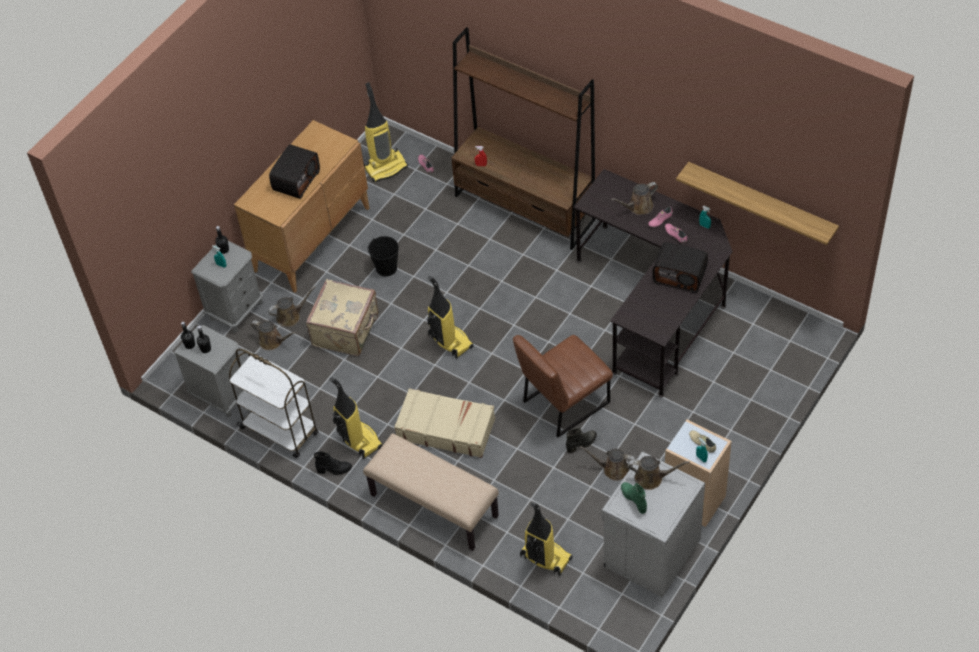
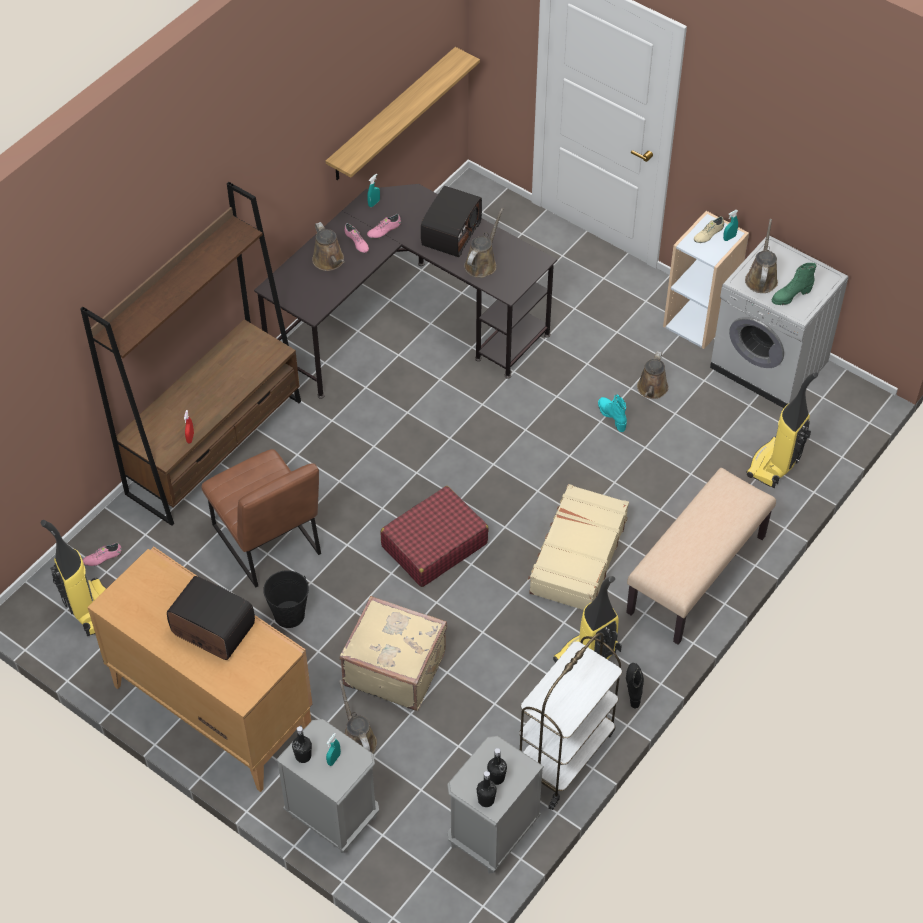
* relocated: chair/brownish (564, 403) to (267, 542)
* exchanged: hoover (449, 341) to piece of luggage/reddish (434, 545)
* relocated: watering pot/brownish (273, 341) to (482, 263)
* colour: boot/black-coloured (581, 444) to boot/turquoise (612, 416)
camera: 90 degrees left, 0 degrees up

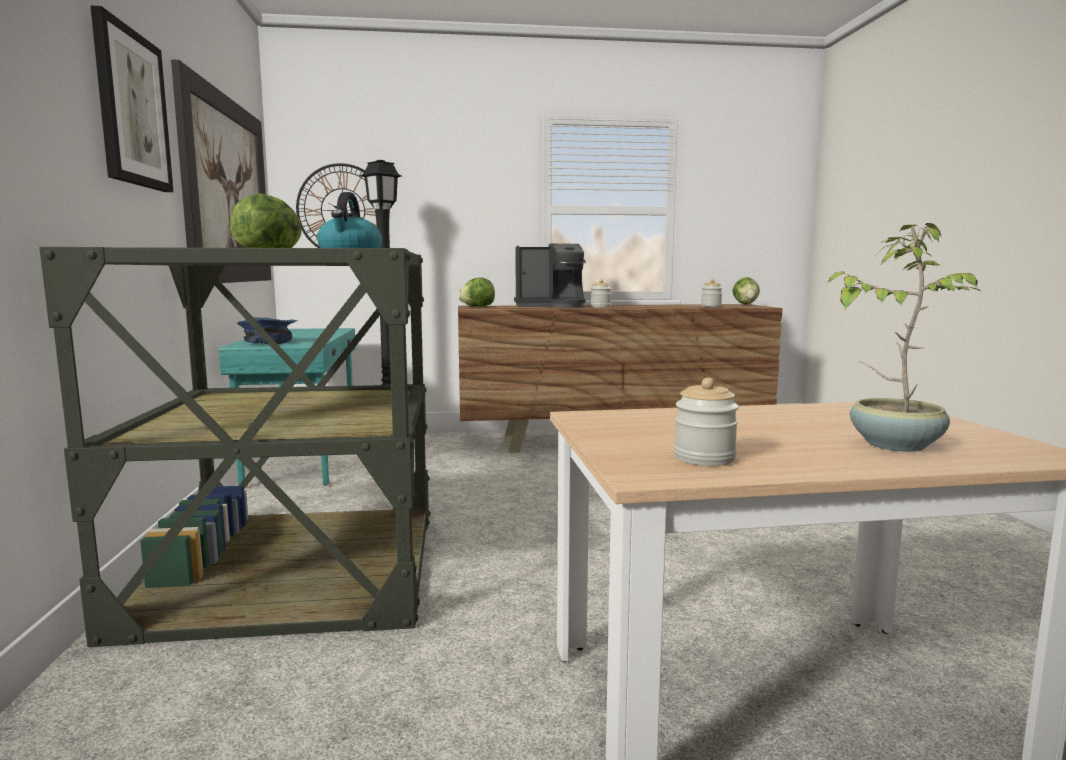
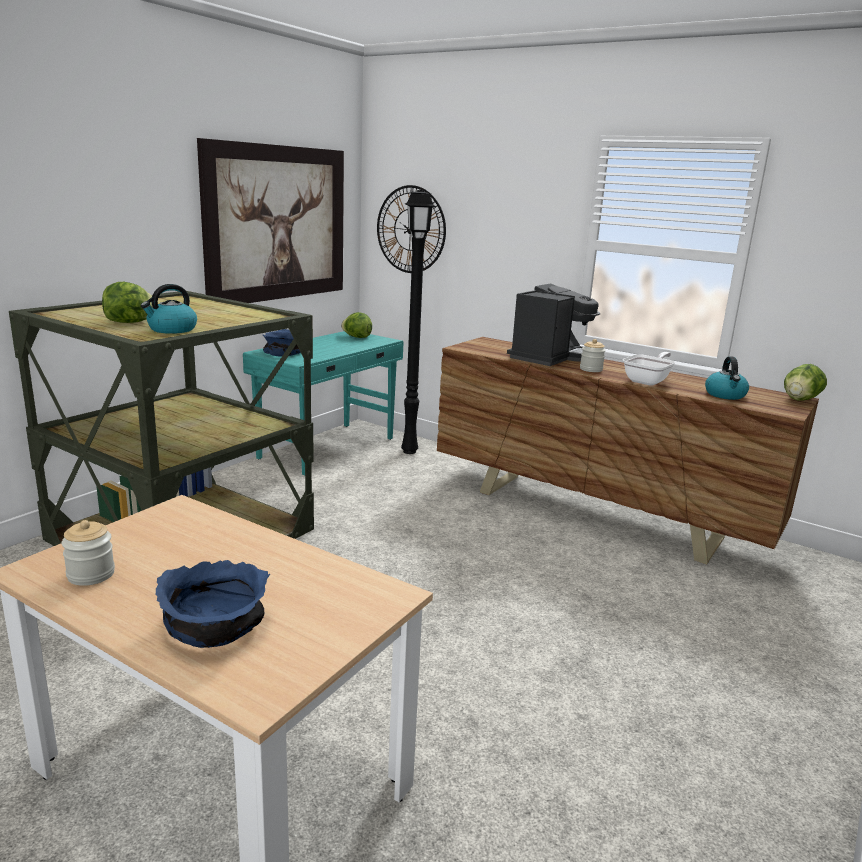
* exchanged: potted plant (893, 444) to bowl/bluish (216, 626)
* relocated: lettuce (477, 306) to (357, 337)
* spun: coffee machine (551, 306) = (550, 357) 90 degrees counterclockwise
* appeared: frying pan (648, 381)
* exchanged: storage jar (711, 306) to tea kettle (725, 395)
* missing: wall art (131, 109)
camera: 40 degrees right, 10 degrees up

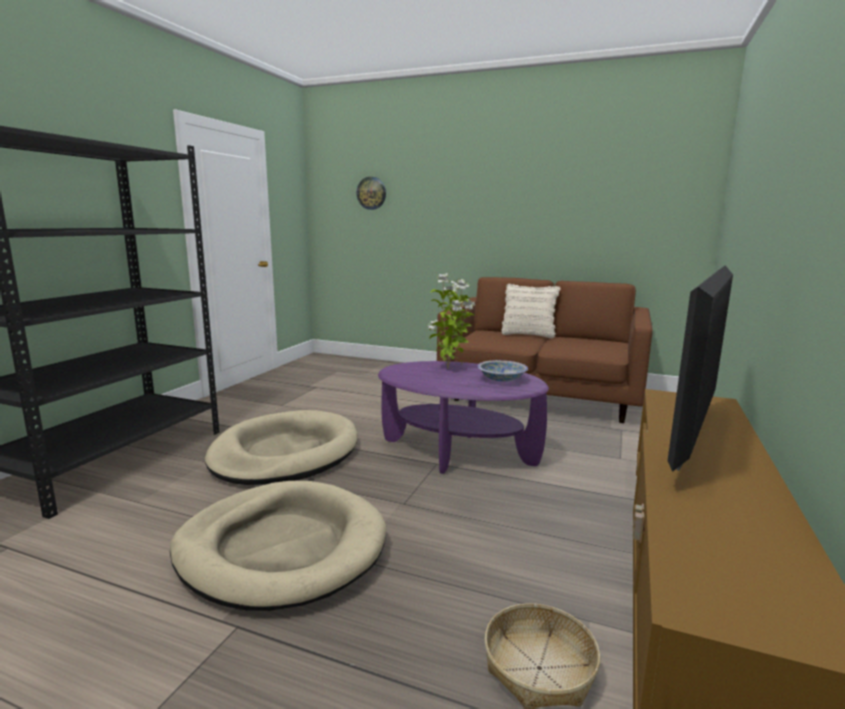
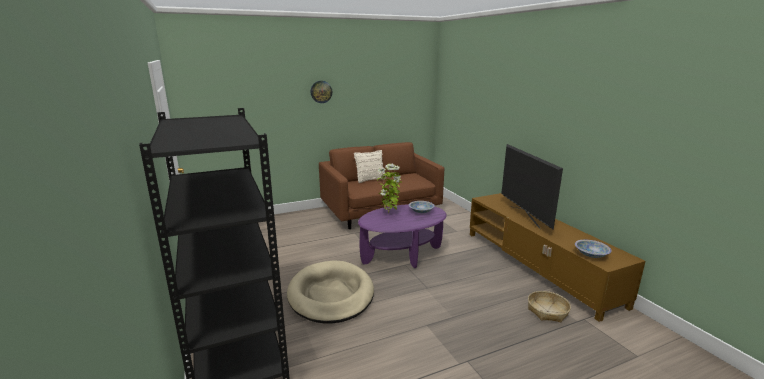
* relocated: wall clock (371, 193) to (321, 91)
* appeared: bowl (591, 254)
* missing: dog bed/sand-coloured (281, 548)
camera: 45 degrees left, 5 degrees up

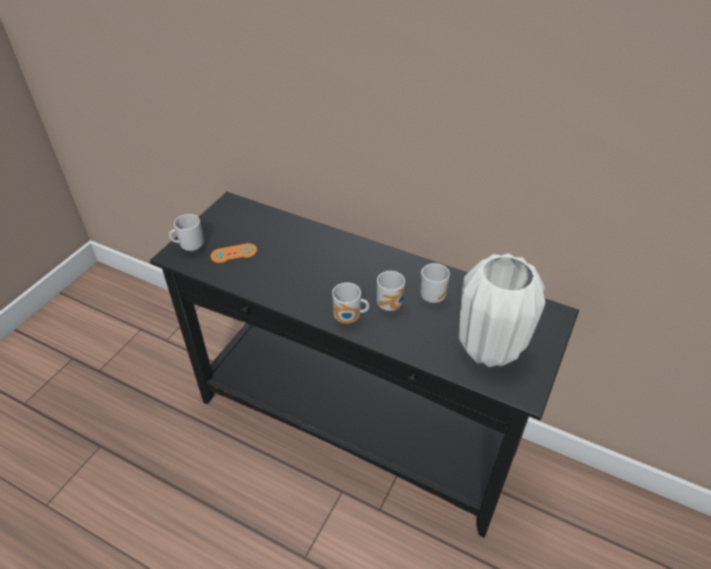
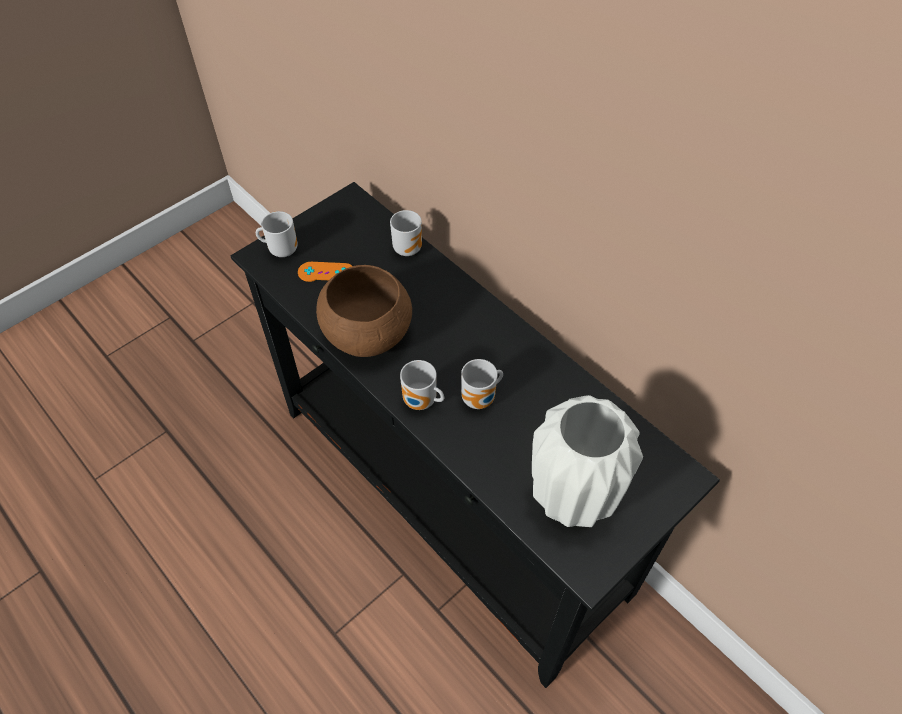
* appeared: bowl/brownish (366, 334)
* relocated: mug (432, 296) to (408, 248)
camera: 20 degrees right, 10 degrees up

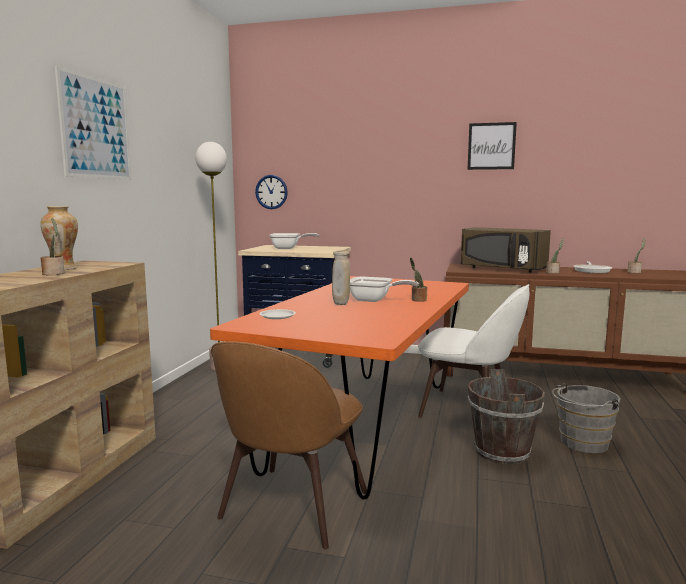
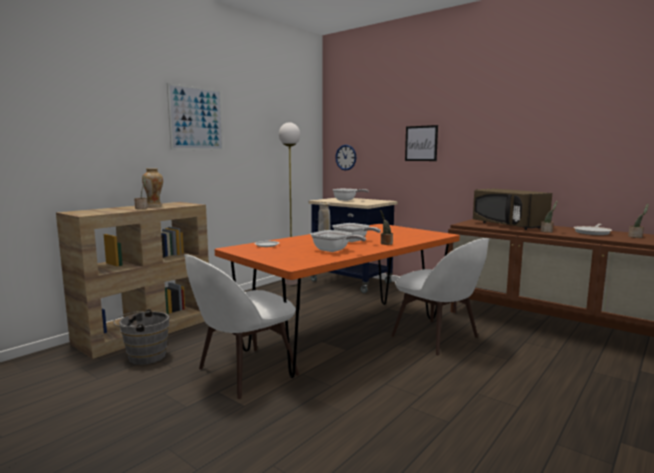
* relocated: water bucket/greyish (581, 443) to (144, 356)
* colour: chair/brownish (291, 508) to chair/white (244, 373)
* appeared: frying pan (334, 250)
* relocated: wall art (491, 146) to (421, 143)
* missing: water bucket/brownish (501, 452)
camera: 25 degrees right, 0 degrees up

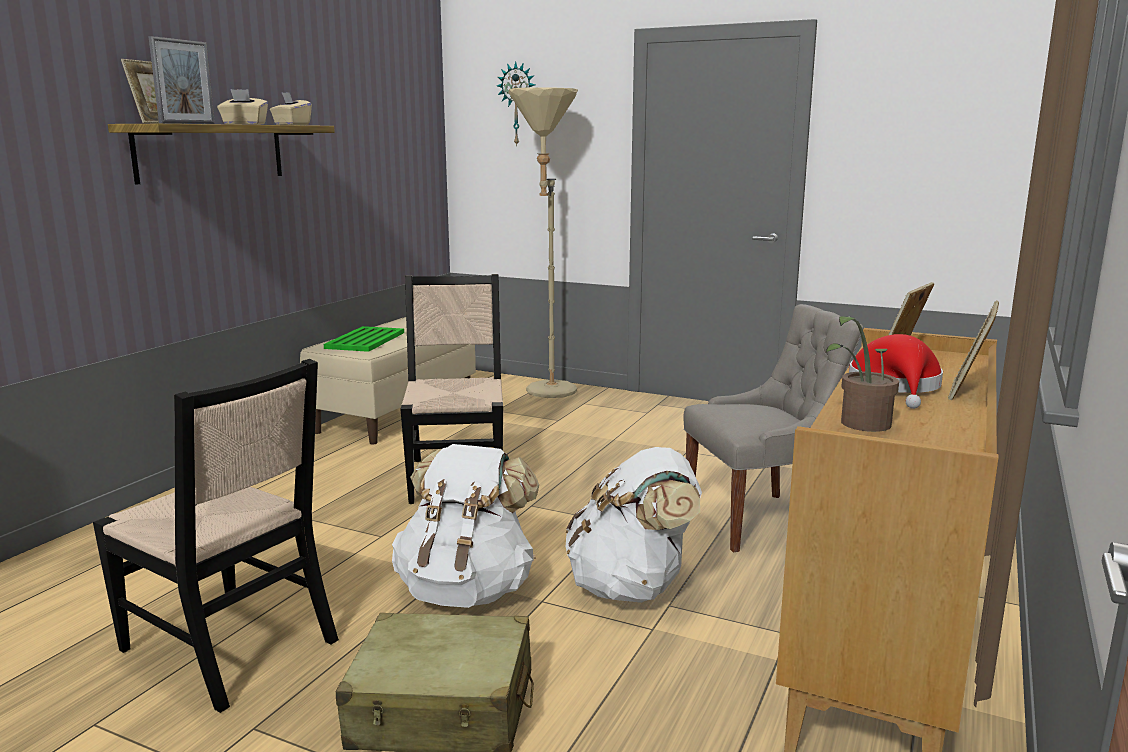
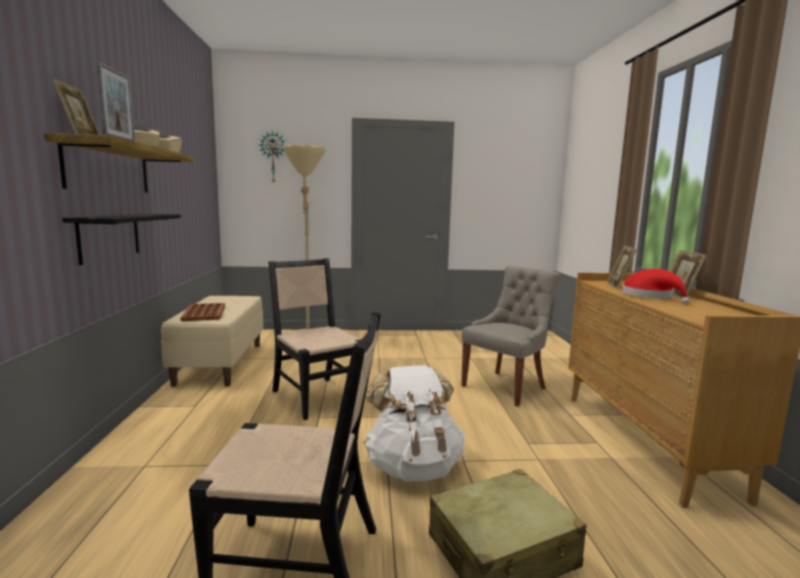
* appeared: bracket shelf/black-coloured (109, 236)
* colour: carrying tray/greenish (366, 340) to carrying tray/brownish (204, 312)
* missing: rucksack/white (632, 587)
* missing: potted plant (860, 425)
camera: 30 degrees left, 5 degrees down

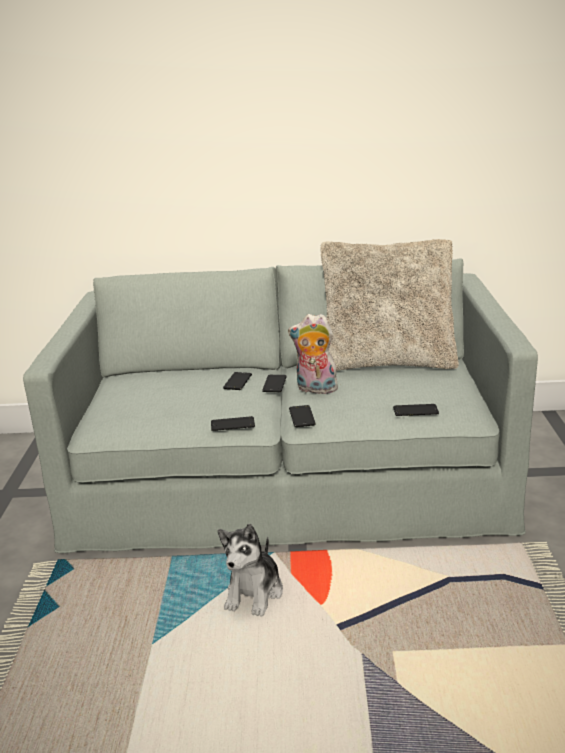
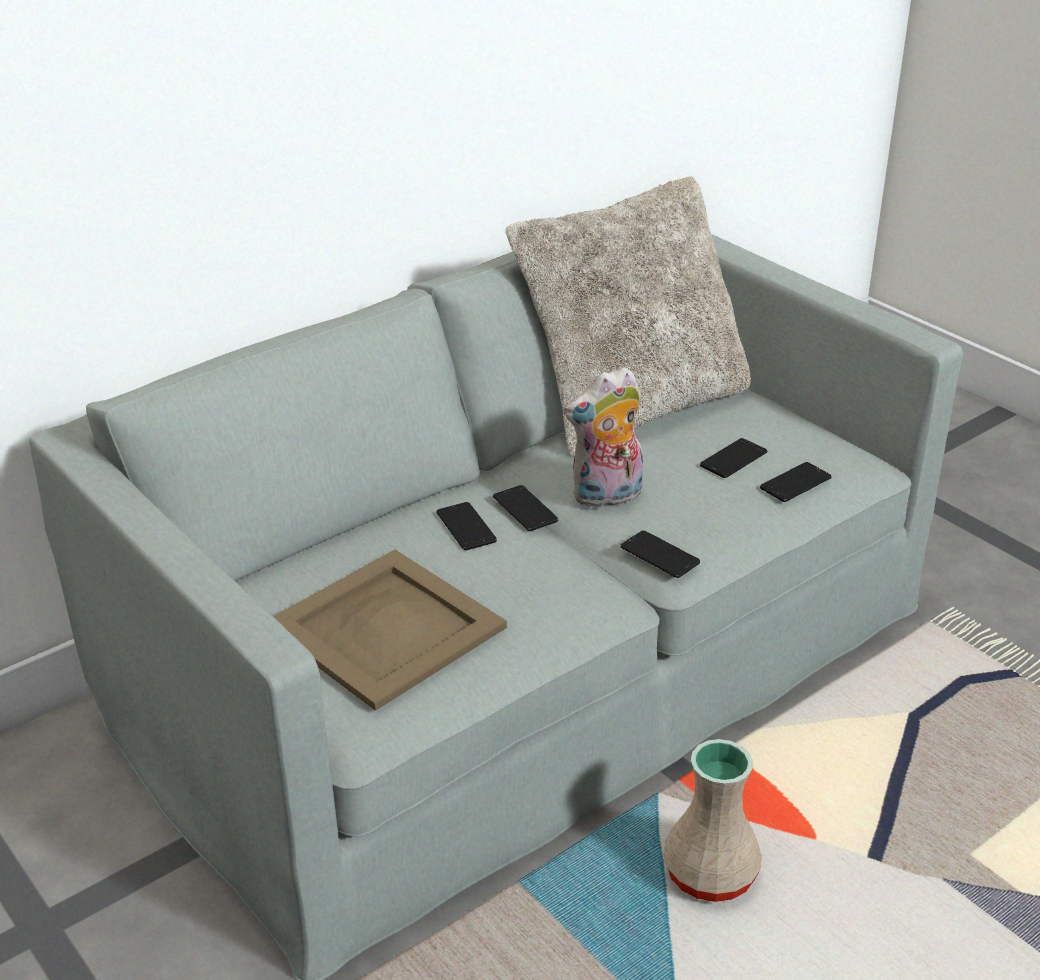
* appeared: carrying tray/sand-coloured (386, 626)
* exchanged: soft toy (254, 593) to decorative vase/sand-coloured (710, 872)
* relocated: phone (232, 424) to (733, 459)
camera: 40 degrees left, 10 degrees up

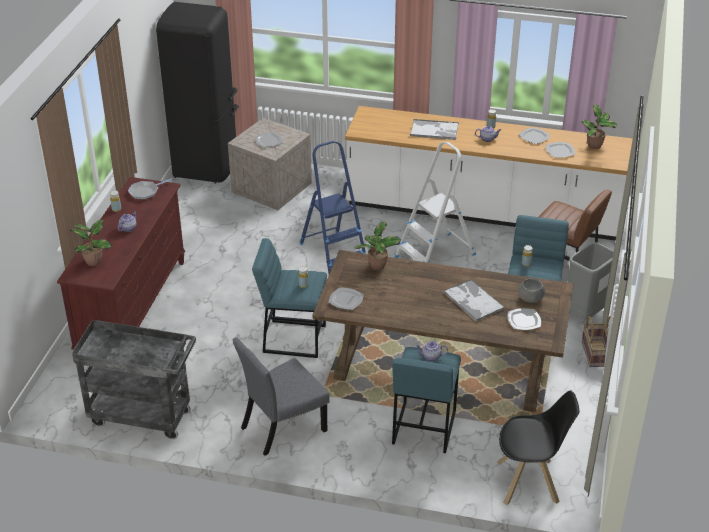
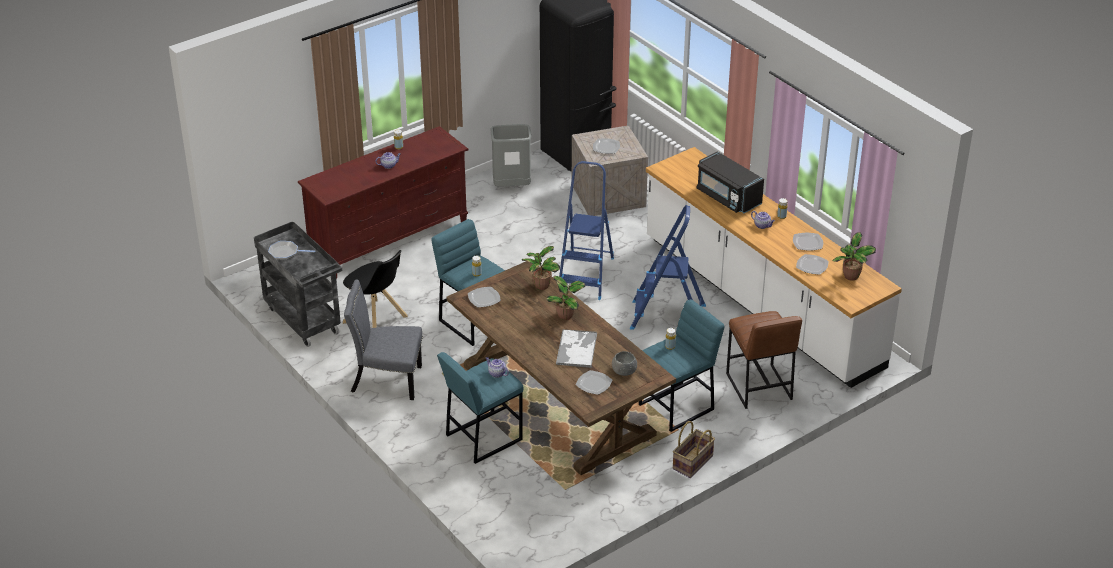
* relocated: frying pan (145, 192) to (285, 253)
* relocated: chair/black-coloured (530, 482) to (376, 320)
* relocated: rubbish bin/greyish (584, 313) to (512, 186)
* relocated: potted plant (94, 261) to (566, 315)
* colour: step stool/white (434, 256) to step stool/bluish (667, 317)
* exchanged: carrying tray (435, 130) to kitchen microwave/black-coloured (727, 197)
camera: 40 degrees right, 0 degrees up

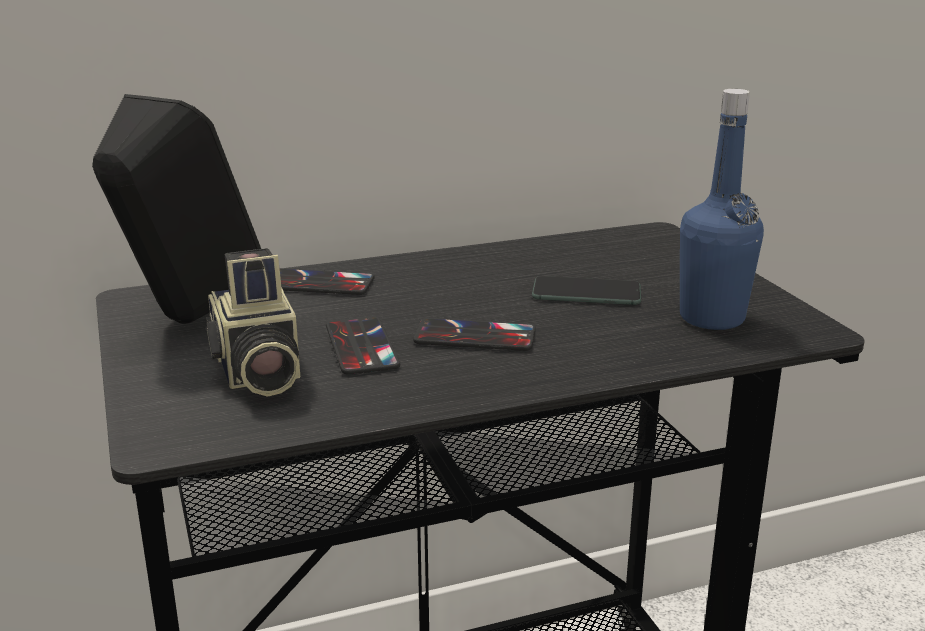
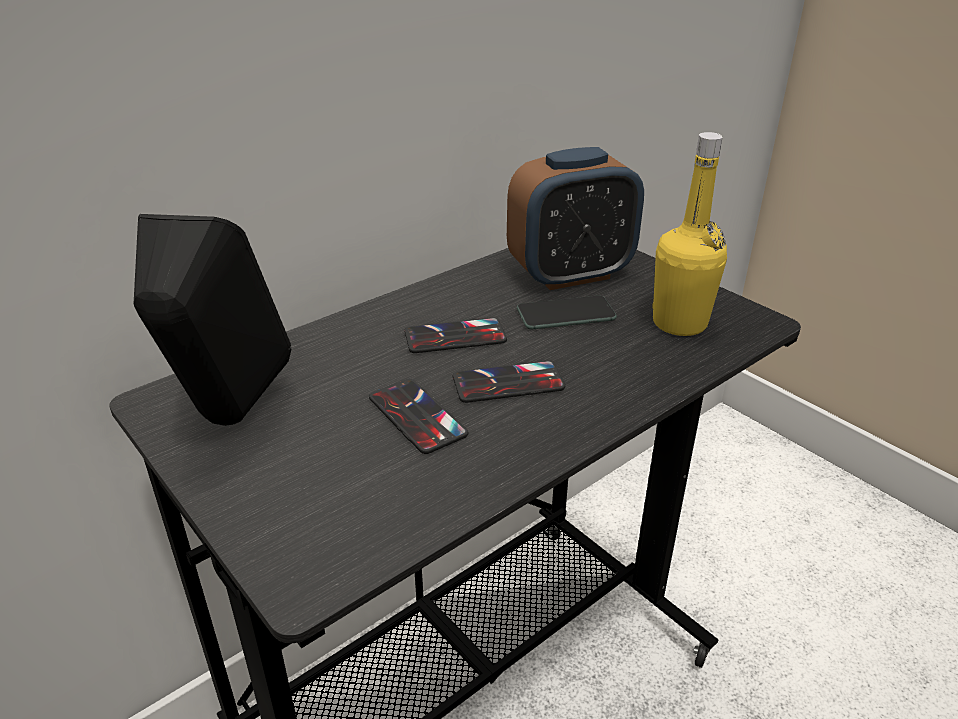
* relocated: phone (319, 283) to (455, 337)
* appeared: table clock (570, 275)
* colour: beverage bottle/bluish (712, 318) to beverage bottle/yellow (679, 323)
* missing: photo camera (256, 372)
camera: 20 degrees left, 10 degrees up

